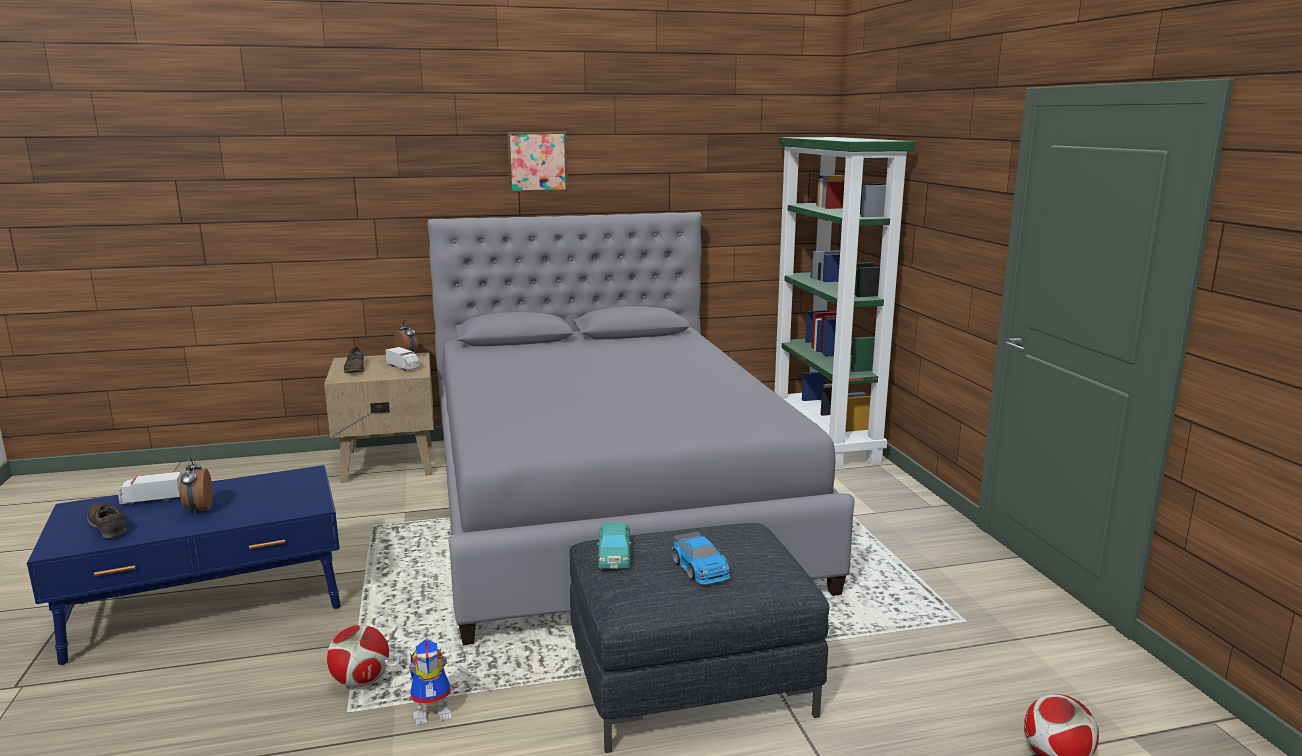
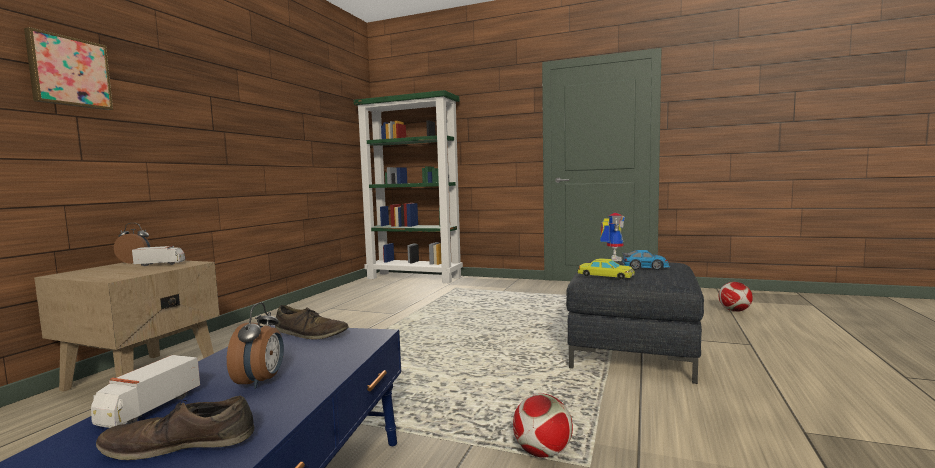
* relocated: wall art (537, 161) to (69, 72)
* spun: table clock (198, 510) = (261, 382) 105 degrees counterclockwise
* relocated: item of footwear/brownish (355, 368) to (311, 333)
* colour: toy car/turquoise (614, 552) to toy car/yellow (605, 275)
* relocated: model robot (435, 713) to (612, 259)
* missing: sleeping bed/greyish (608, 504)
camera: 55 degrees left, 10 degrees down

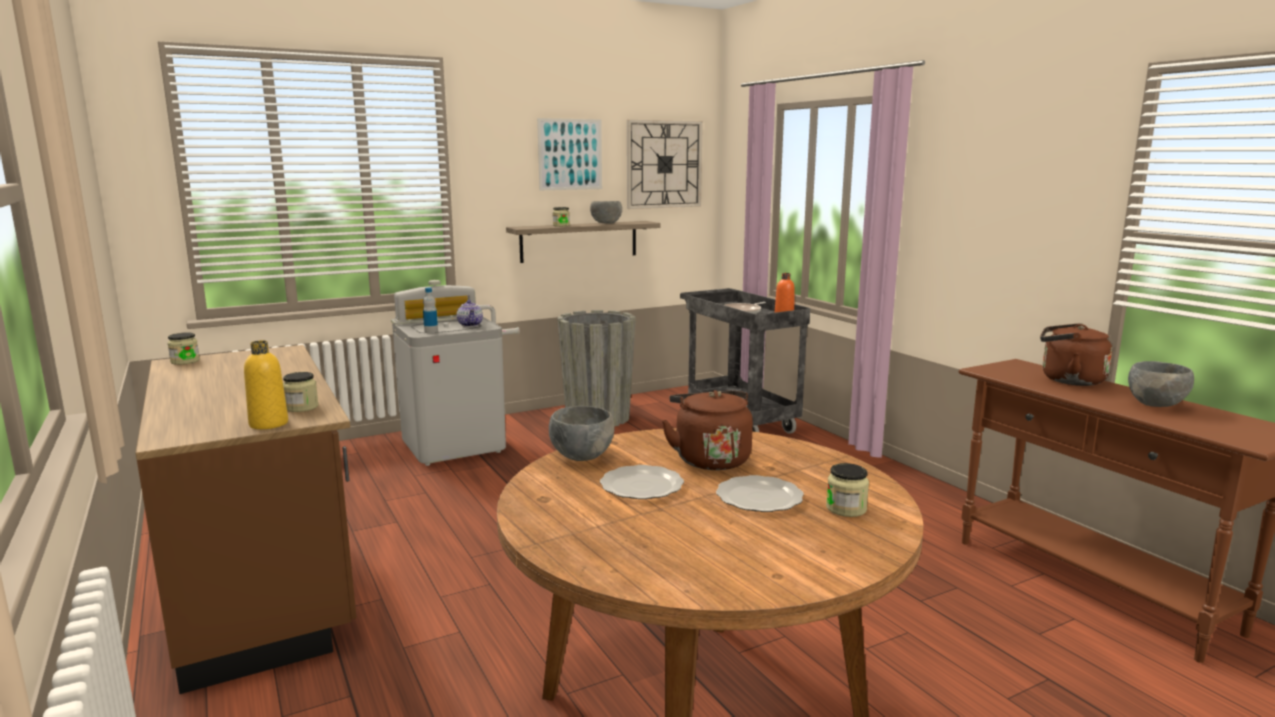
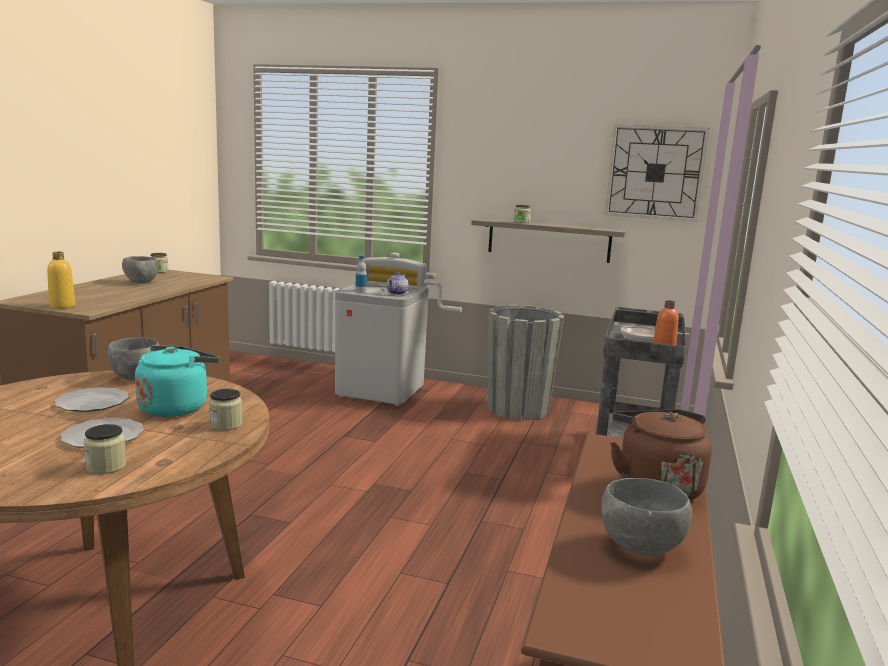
* relocated: bowl/greyish (606, 223) to (141, 282)
* colour: tea kettle/brownish (710, 459) to tea kettle/turquoise (176, 407)
* relocated: storage jar (301, 407) to (226, 424)
* missing: wall art (570, 154)
camera: 45 degrees right, 0 degrees up

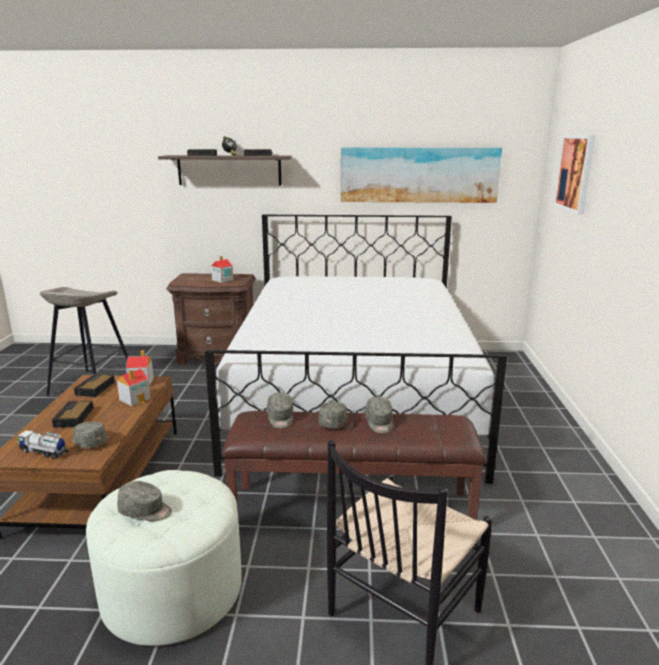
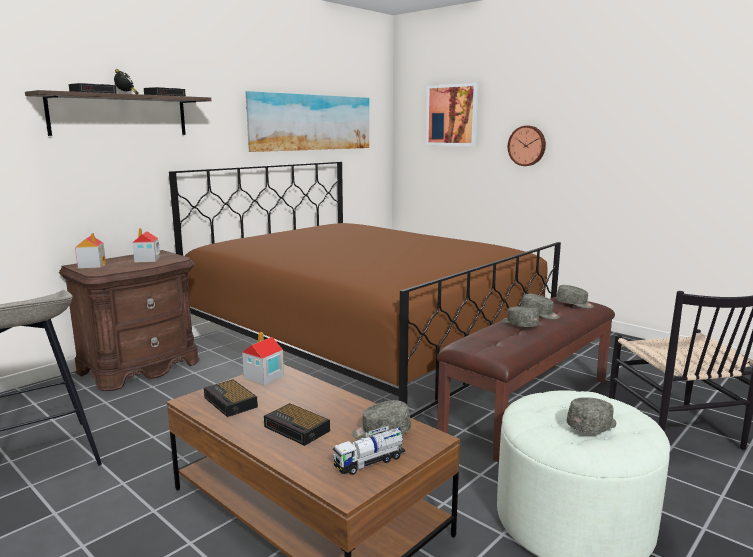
* relocated: model house (135, 399) to (92, 265)
* colour: sleeping bed/white (353, 399) to sleeping bed/brownish (362, 347)
* appeared: wall clock (527, 145)
* relocated: peaked cap/greyish (280, 418) to (574, 304)
camera: 50 degrees left, 5 degrees down

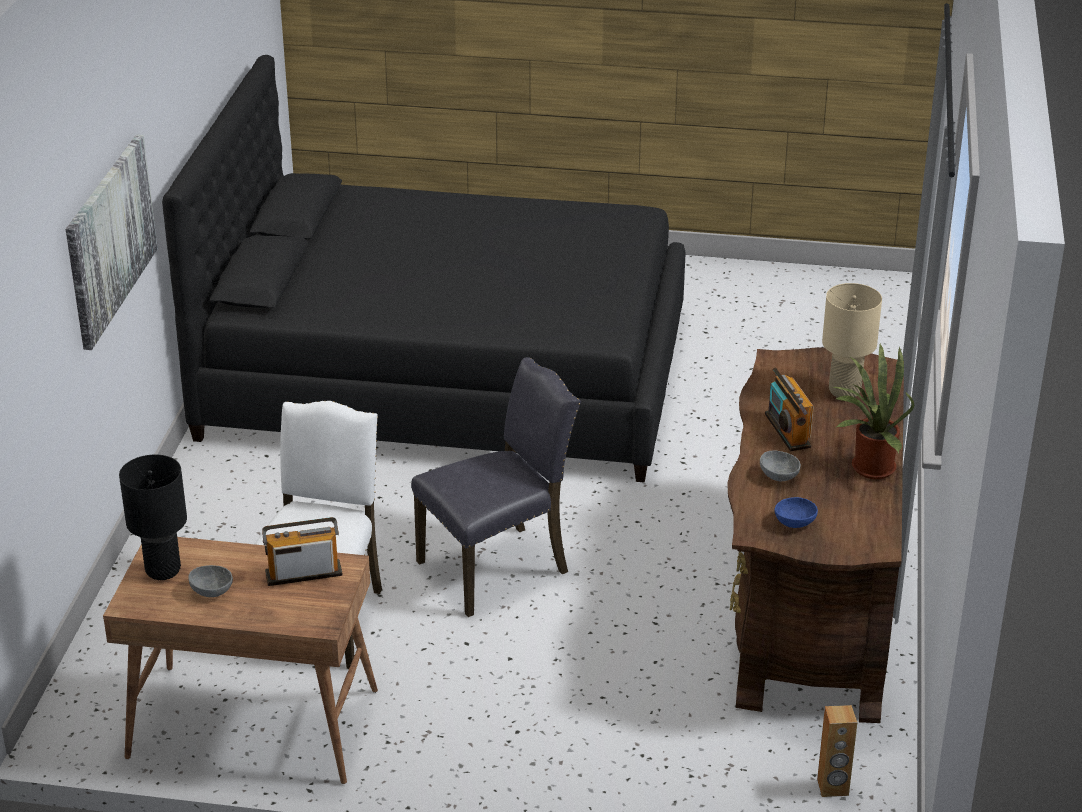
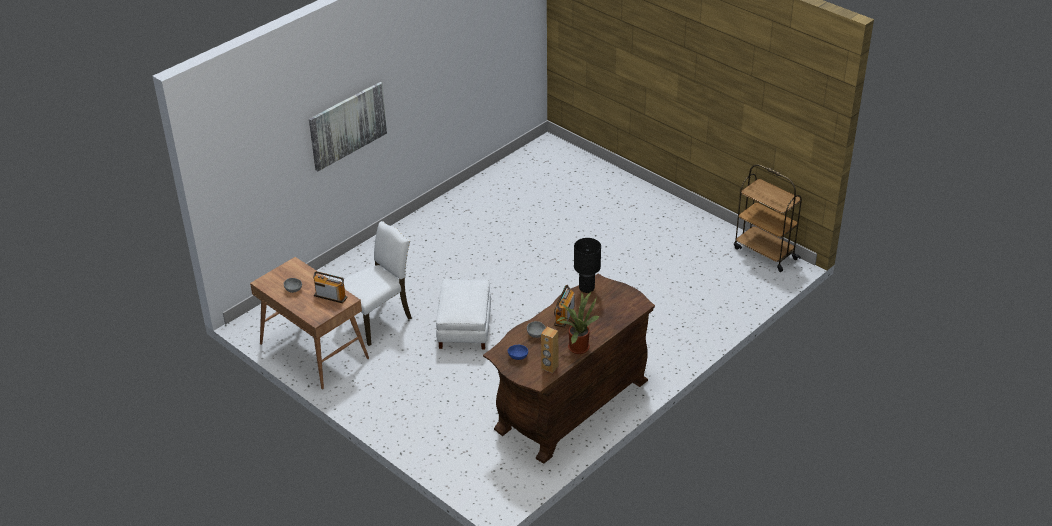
* exchanged: chair/greyish (497, 567) to ottoman/white (465, 328)
* relocated: audio speaker/brownish (833, 787) to (549, 367)
* relocated: lamp for a table/black-coloured (164, 573) to (586, 289)
* appeared: wheeled cart/brownish (764, 253)
* missing: sleeping bed/black-coloured (445, 375)
* missing: lamp for a table/sand-coloured (845, 394)
camera: 35 degrees right, 5 degrees up

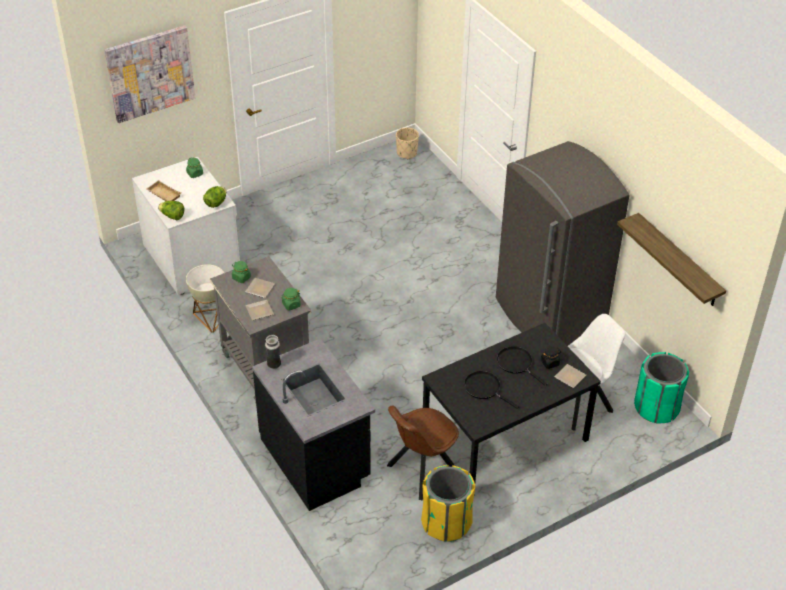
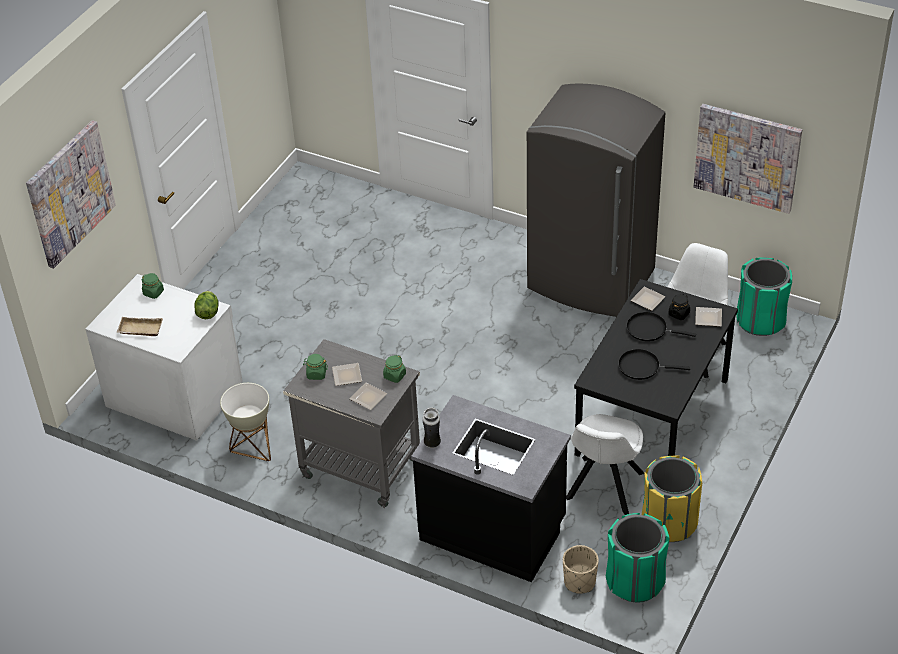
* relocated: plant pot/sand-coloured (407, 153) to (579, 582)
* colour: chair/brownish (422, 471) to chair/white (604, 487)
* appeared: rubbish bin/greenish (635, 581)
* appeared: flat dish (646, 300)
* exchanged: bracket shelf (678, 261) to wall art (747, 157)
* missing: lettuce (172, 216)
camera: 30 degrees left, 0 degrees up

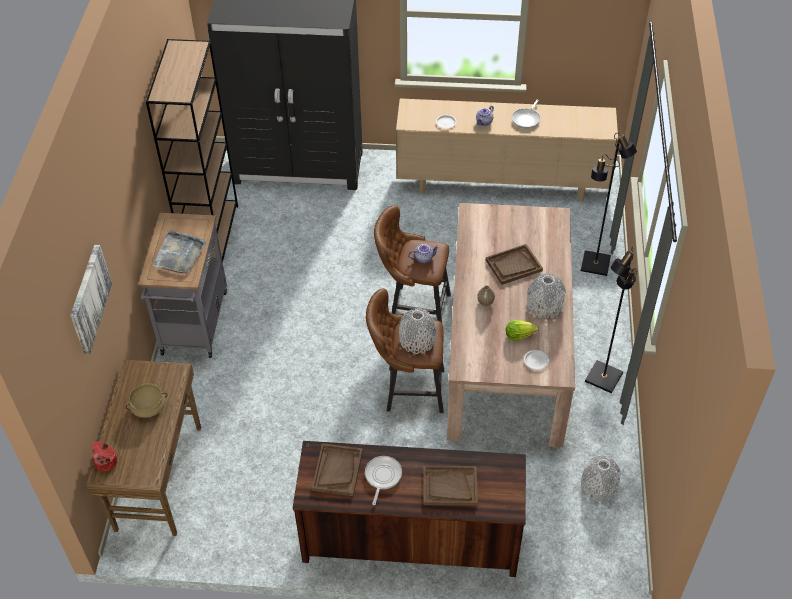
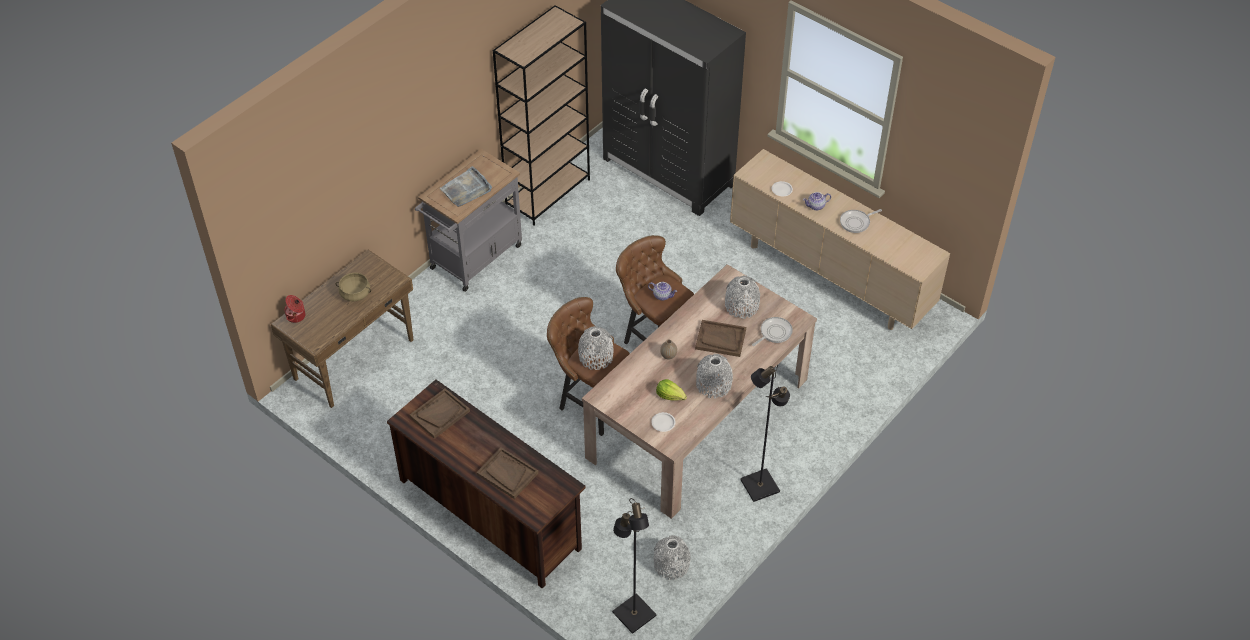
* relocated: standing lamp/black-coloured (595, 263) to (634, 614)
* appeared: decorative vase/greyish (741, 306)
* relocated: frying pan (382, 477) to (774, 333)
* missing: wall art (89, 298)
camera: 35 degrees right, 0 degrees up

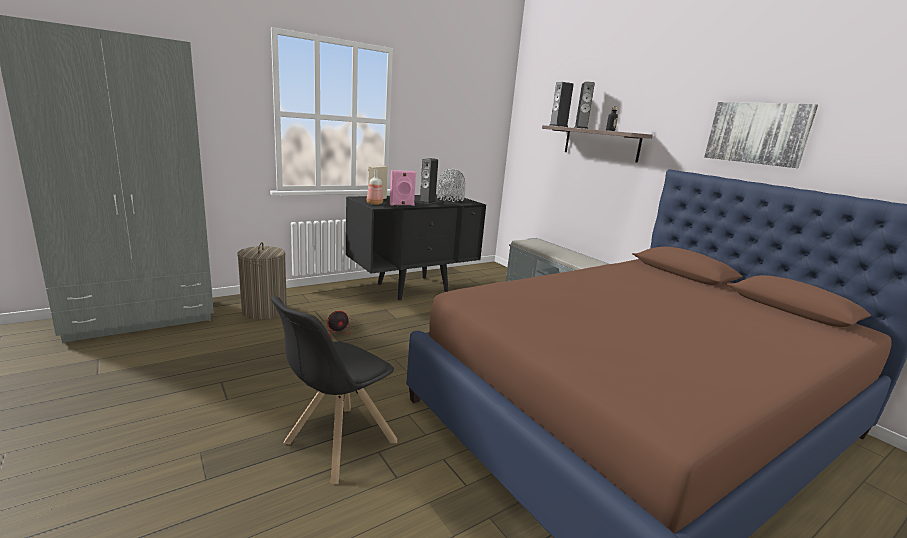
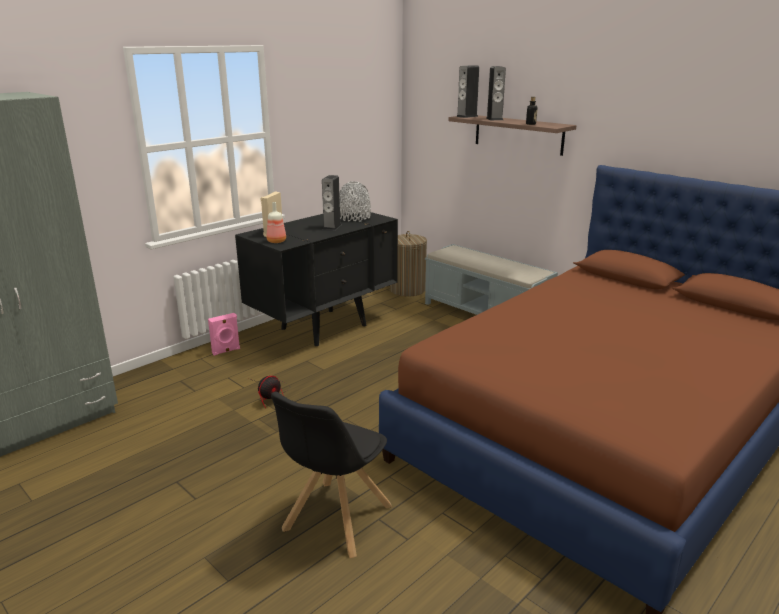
* relocated: audio speaker/pink (402, 205) to (226, 351)
* relocated: washing basket (264, 311) to (407, 290)
* missing: wall art (757, 133)
camera: 10 degrees left, 5 degrees up

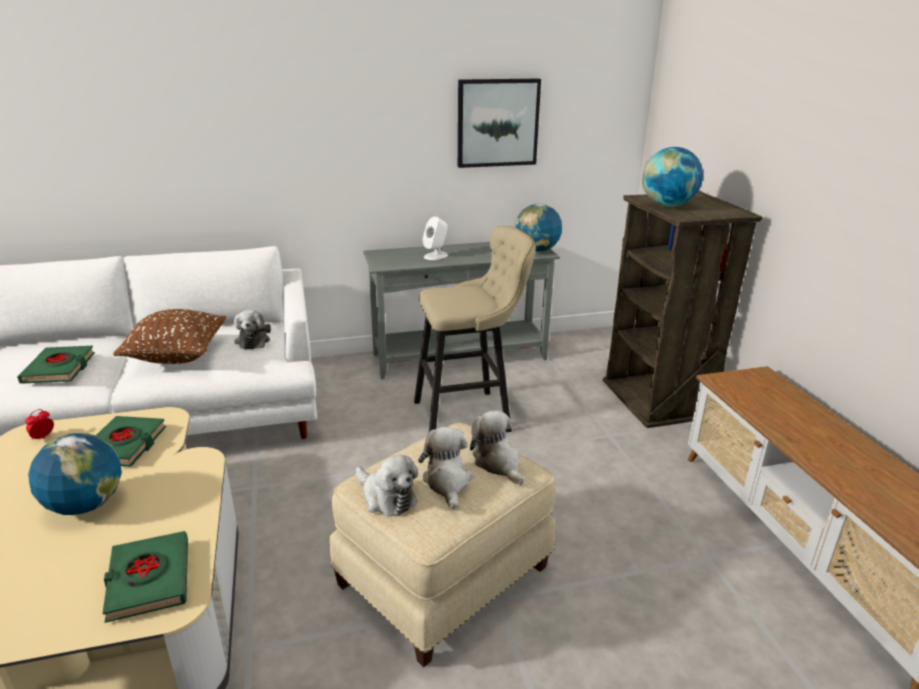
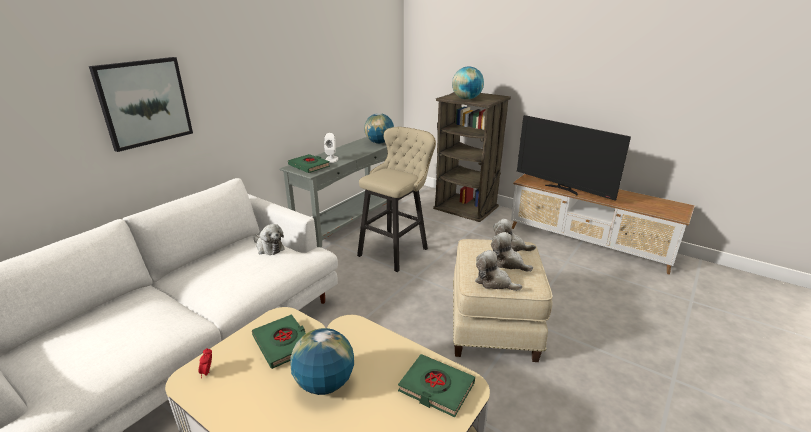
* relocated: wall art (497, 123) to (144, 102)
* relocated: bound book/greenish (59, 369) to (309, 166)
* spun: soft toy (386, 497) = (494, 282) 150 degrees counterclockwise
* appeared: TV set (562, 189)
* missing: throw pillow/brownish (177, 356)
camera: 40 degrees left, 0 degrees up

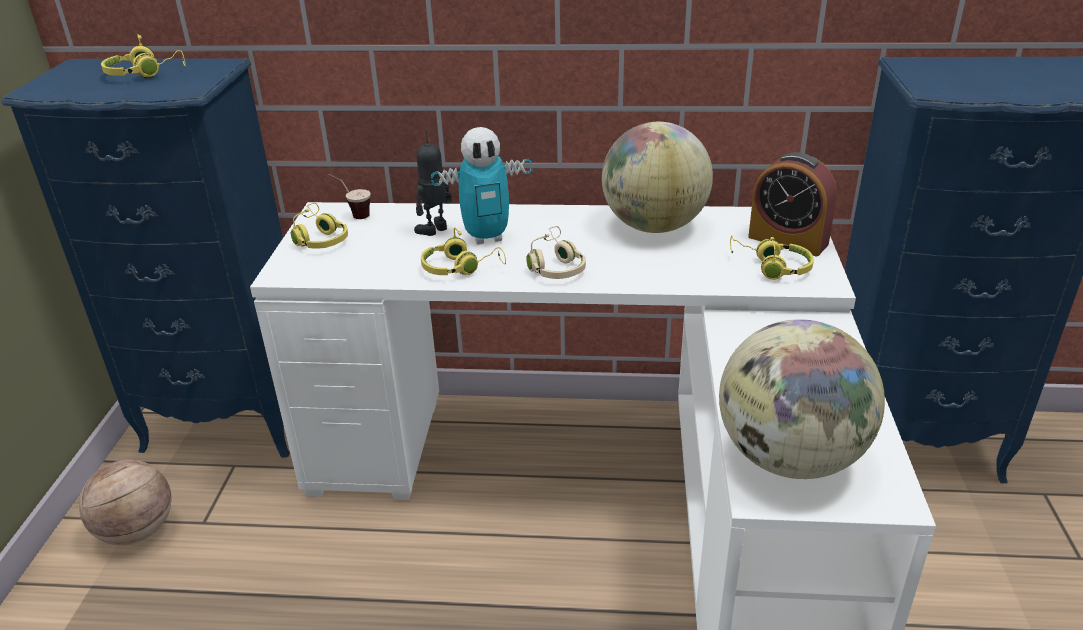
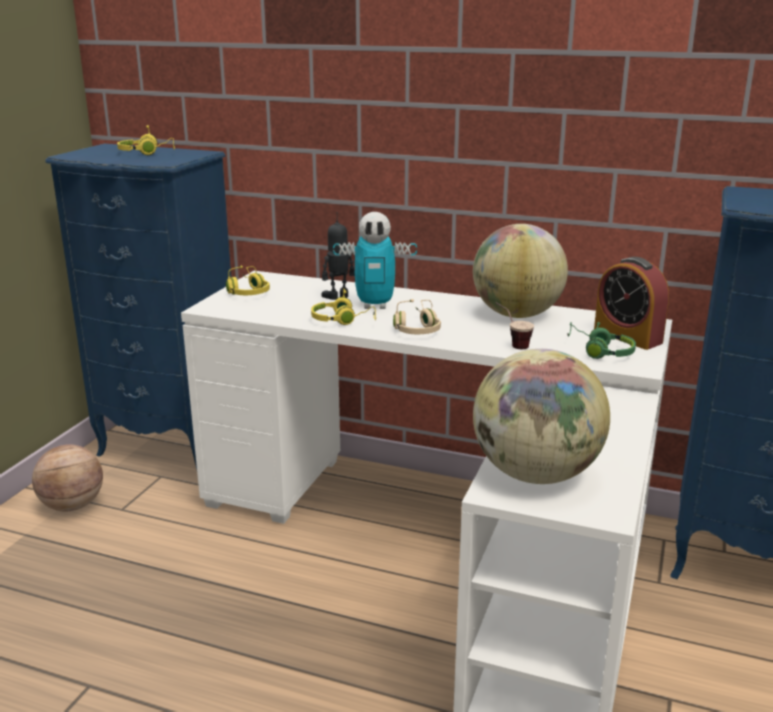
* relocated: drinking cup (353, 214) to (512, 344)
* colour: pair of headphones/yellow (770, 267) to pair of headphones/greenish (599, 351)
camera: 15 degrees right, 10 degrees down

